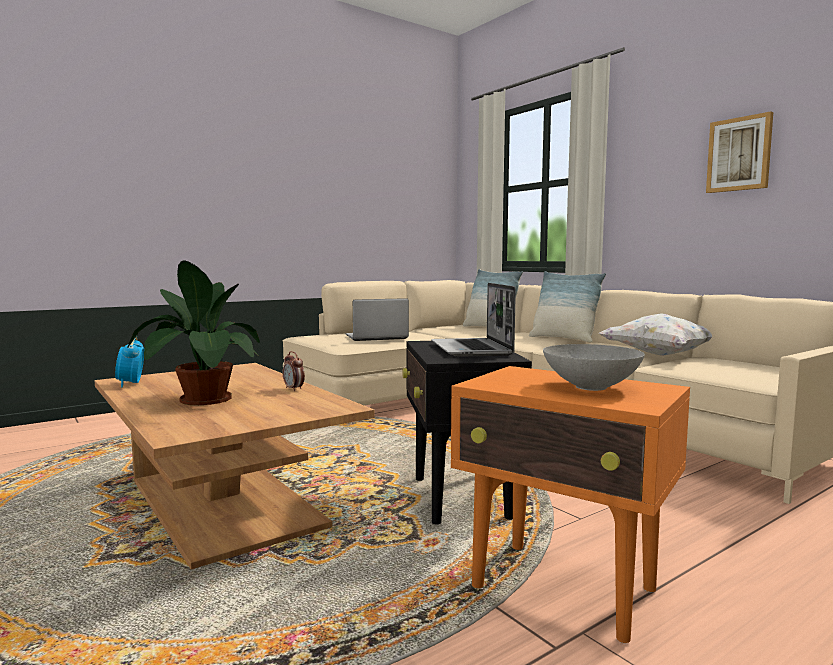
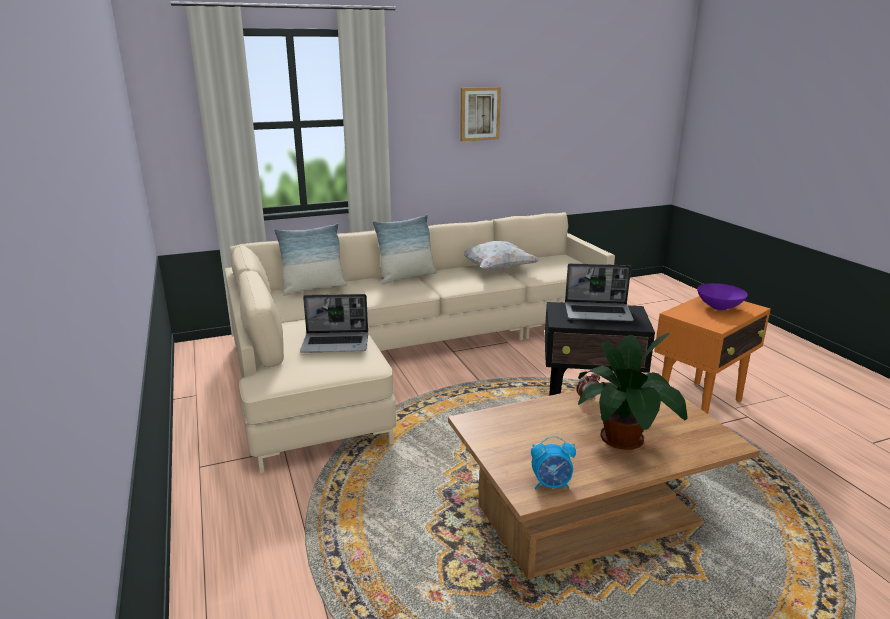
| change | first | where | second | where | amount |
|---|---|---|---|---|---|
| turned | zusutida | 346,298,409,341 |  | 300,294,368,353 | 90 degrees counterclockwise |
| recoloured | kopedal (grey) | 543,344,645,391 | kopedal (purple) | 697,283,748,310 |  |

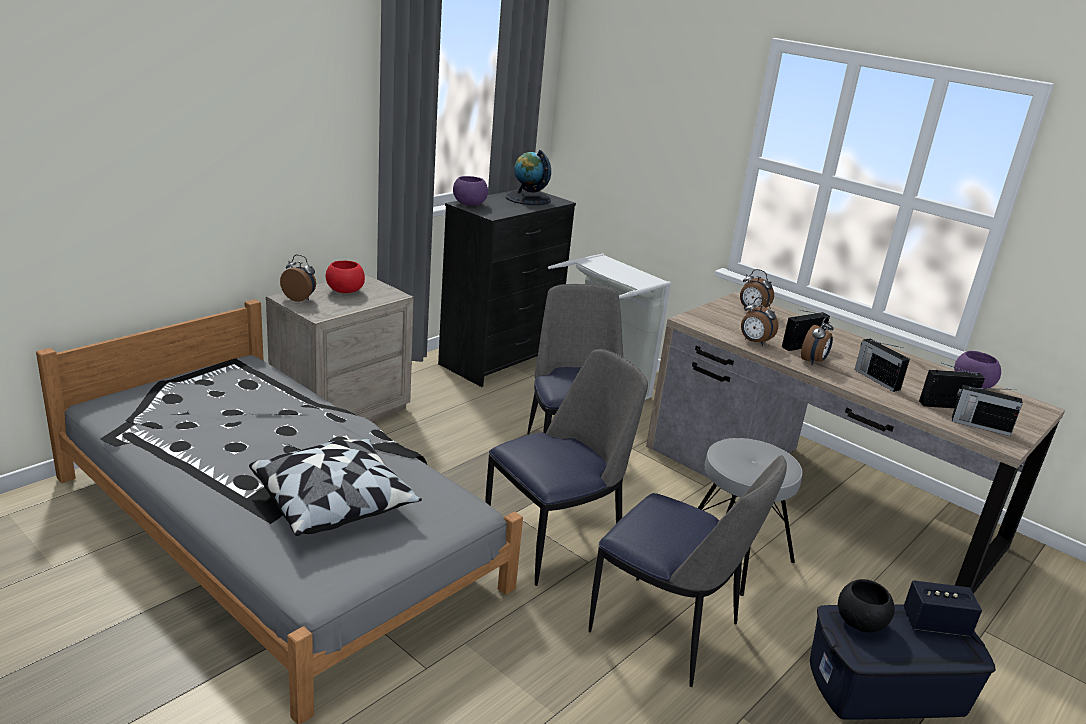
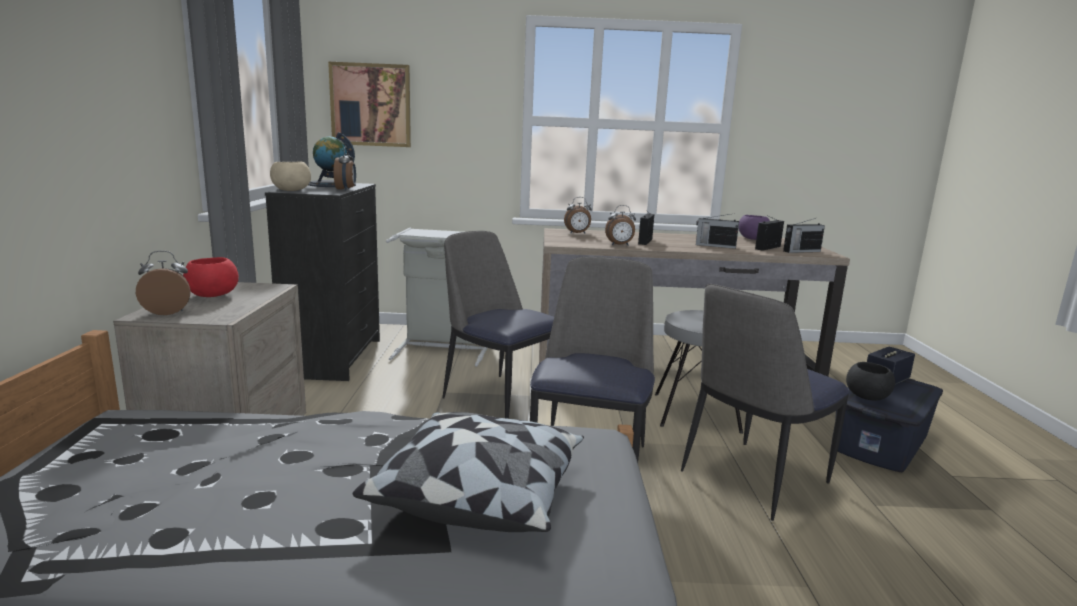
| change | first | where | second | where | amount |
|---|---|---|---|---|---|
| recoloured | kopedal (purple) | 453,176,488,205 | kopedal (beige) | 270,161,311,191 |  |
| added |  |  | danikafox | 328,62,411,147 |  |
| moved | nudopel | 801,316,834,365 |  | 333,147,356,191 |  |
| turned | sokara | 589,455,787,687 |  | 681,284,849,521 | 150 degrees clockwise |

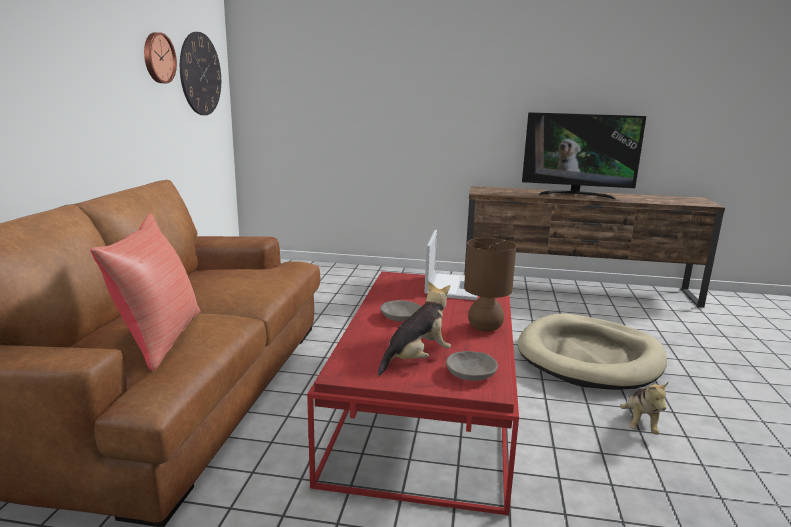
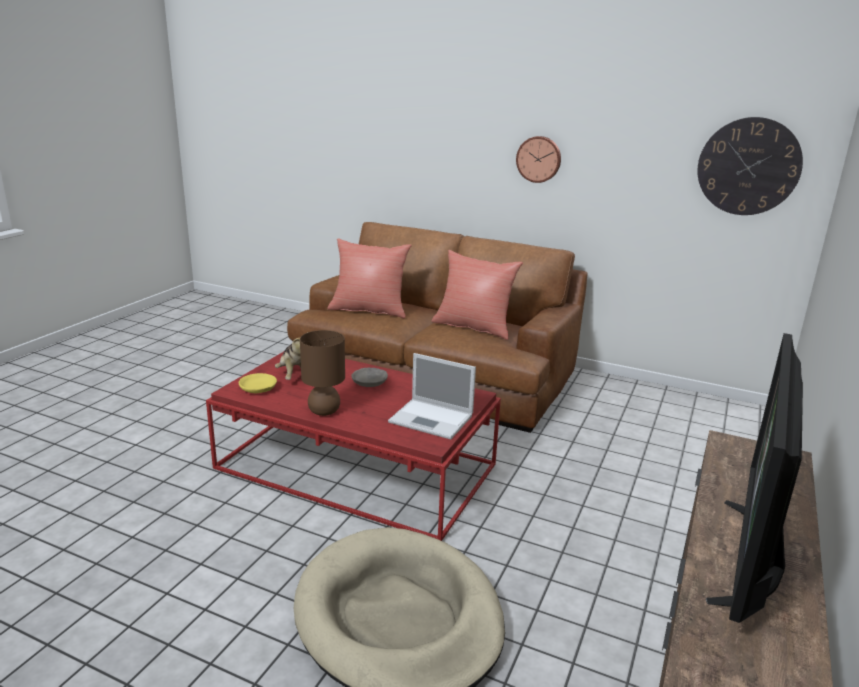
| change | first | where | second | where | amount |
|---|---|---|---|---|---|
| recoloured | kopedal (grey) | 446,351,498,381 | kopedal (yellow) | 239,373,277,393 |  |
| added |  |  | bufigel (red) | 432,250,523,340 |  |
| moved | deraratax | 144,32,177,83 |  | 516,136,561,183 |  |
| removed | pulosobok | 620,381,669,435 |  |  |  |

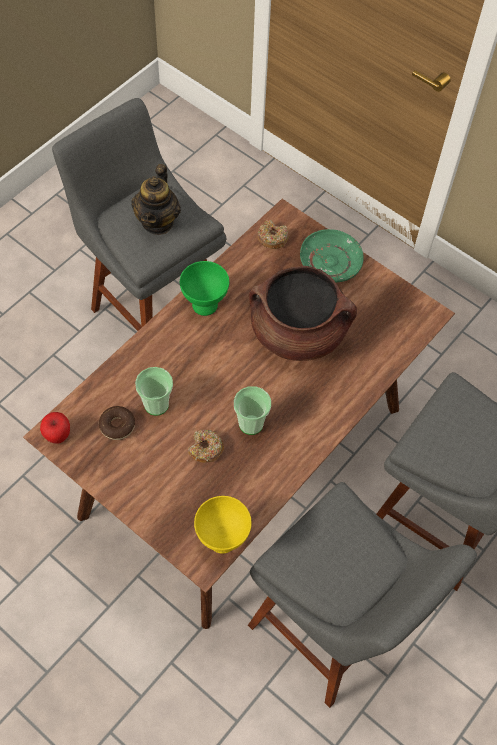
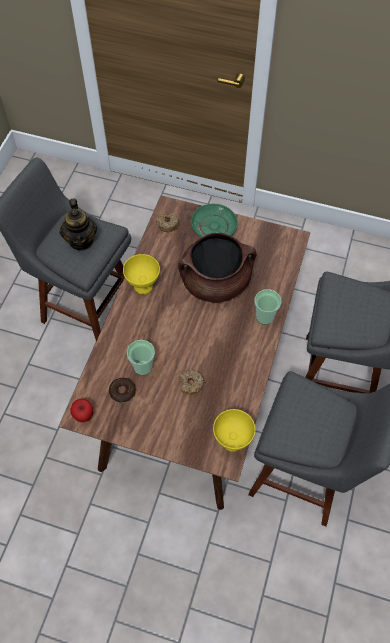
| change | first | where | second | where | amount |
|---|---|---|---|---|---|
| recoloured | kopedal (green) | 180,261,229,316 | kopedal (yellow) | 123,254,160,294 |  |
| moved | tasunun | 234,386,271,435 |  | 254,289,282,325 |  |

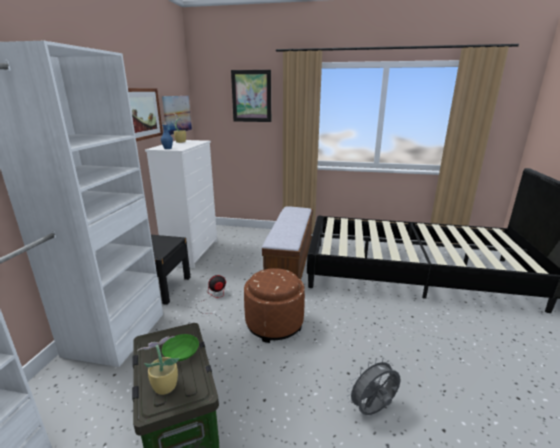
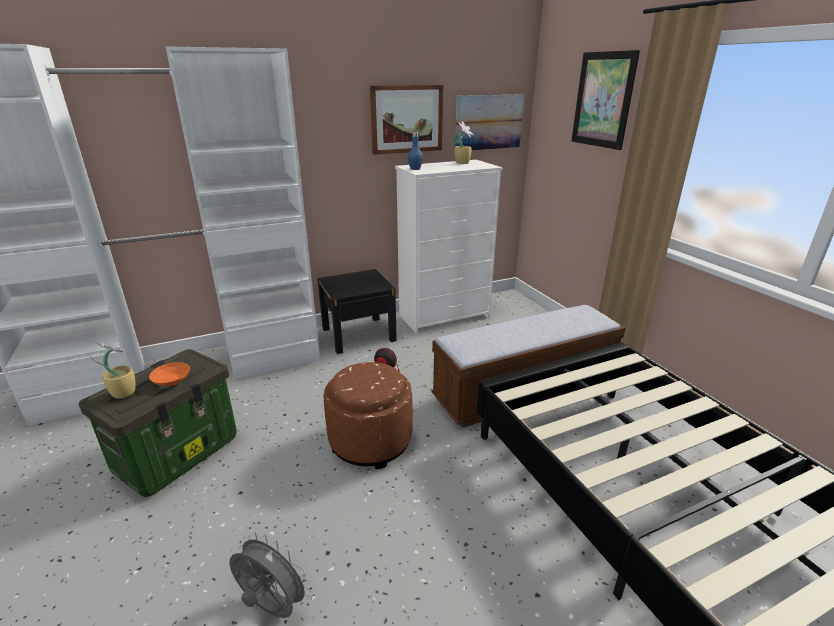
| change | first | where | second | where | amount |
|---|---|---|---|---|---|
| recoloured | kopedal (green) | 162,334,199,361 | kopedal (orange) | 149,362,190,386 |  |

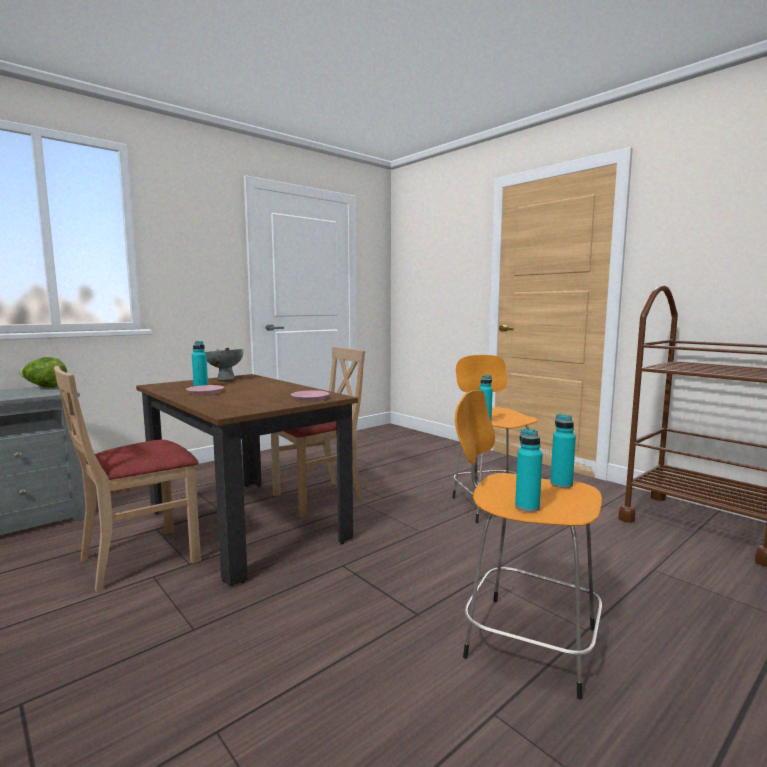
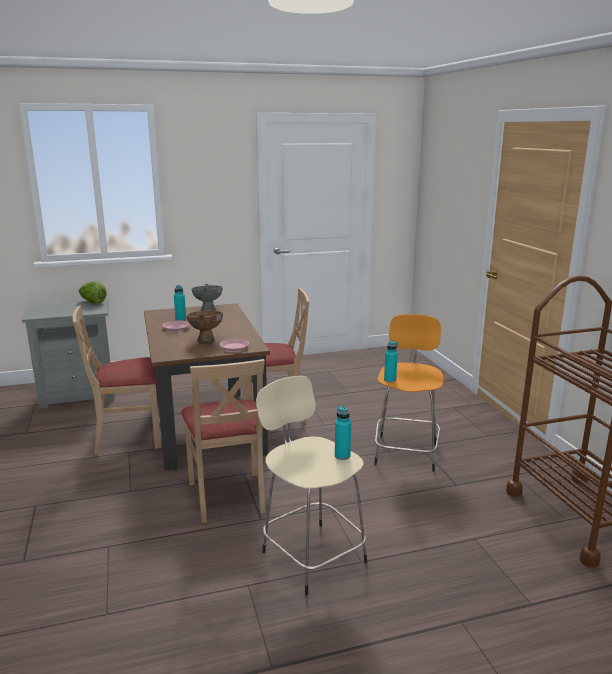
| change | first | where | second | where | amount |
|---|---|---|---|---|---|
| added |  |  | sokara (beige) | 181,359,266,523 |  |
| added |  |  | kopedal (brown) | 187,309,223,342 |  |
| recoloured | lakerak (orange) | 455,390,602,700 | lakerak (beige) | 256,376,367,596 |  |
| removed | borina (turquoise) | 515,429,543,512 |  |  |  |

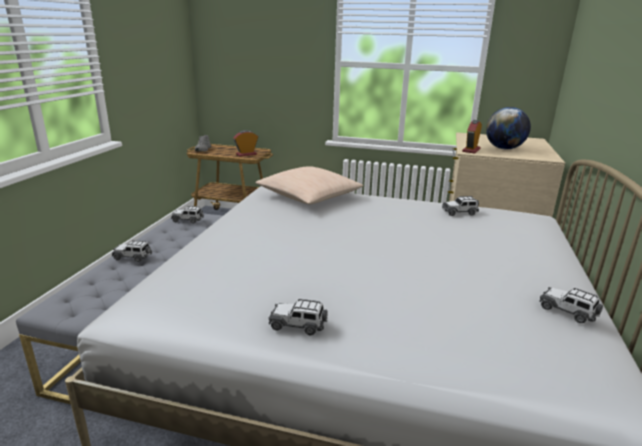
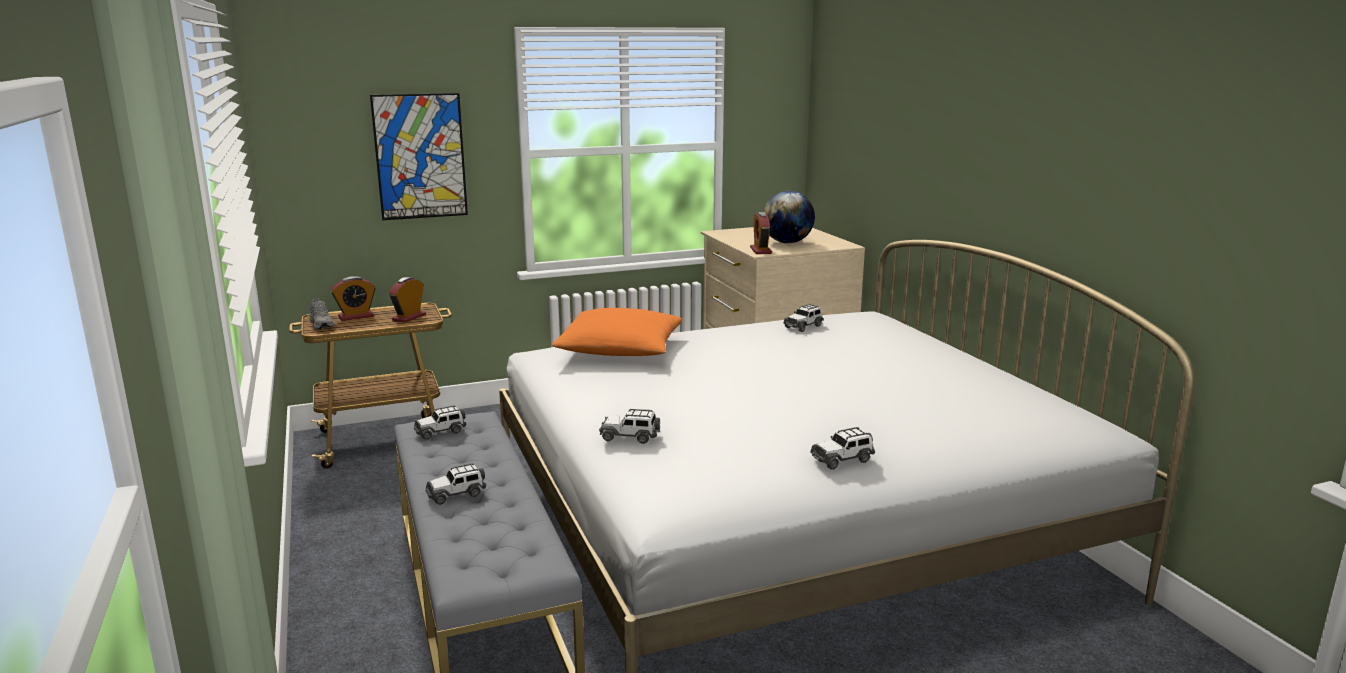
| change | first | where | second | where | amount |
|---|---|---|---|---|---|
| added |  |  | nudopel | 331,276,375,321 |  |
| added |  |  | danikafox | 370,93,468,220 |  |
| recoloured | bufigel (beige) | 255,166,363,204 | bufigel (orange) | 552,308,682,356 |  |
| moved | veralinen | 539,287,603,323 |  | 599,409,660,444 |  |

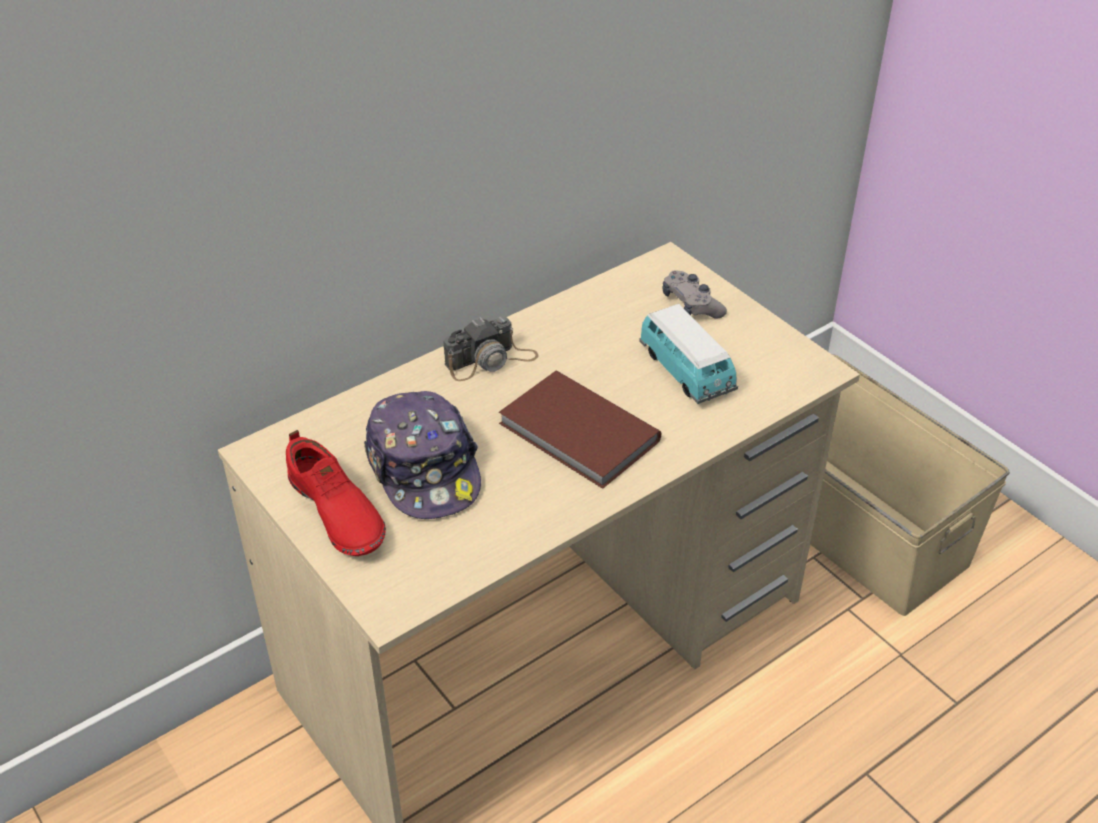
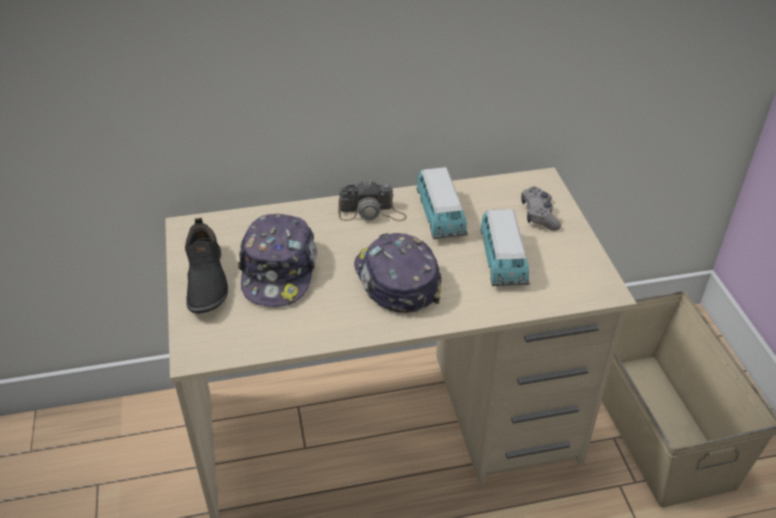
| change | first | where | second | where | amount |
|---|---|---|---|---|---|
| recoloured | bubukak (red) | 286,430,386,556 | bubukak (black) | 185,218,228,314 |  |
| replaced | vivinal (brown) | 499,371,661,489 | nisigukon | 354,233,441,313 |  |
| added |  |  | veralinen | 417,167,468,239 |  |

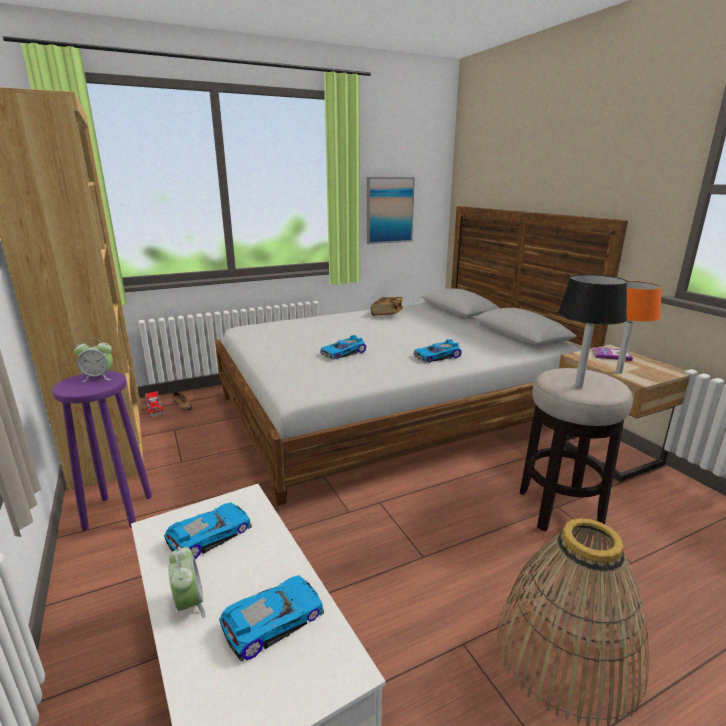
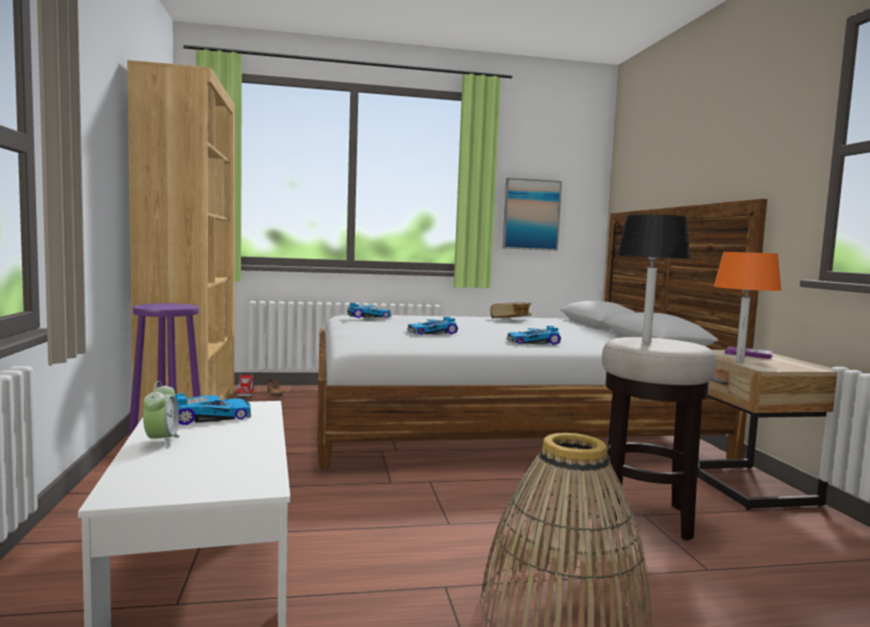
| change | first | where | second | where | amount |
|---|---|---|---|---|---|
| moved | veralinen | 219,575,324,661 |  | 347,303,391,318 |  |
| removed | nudopel | 74,338,113,382 |  |  |  |

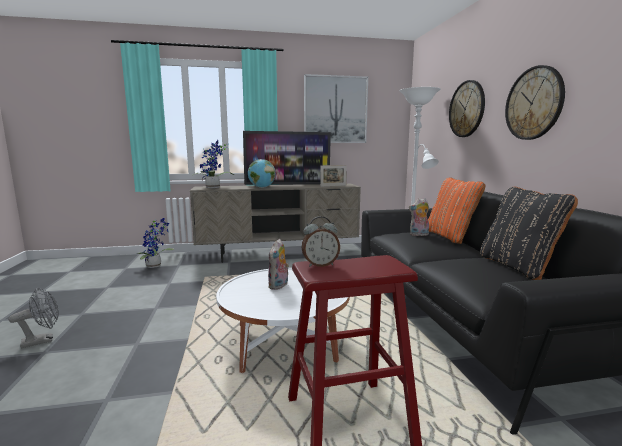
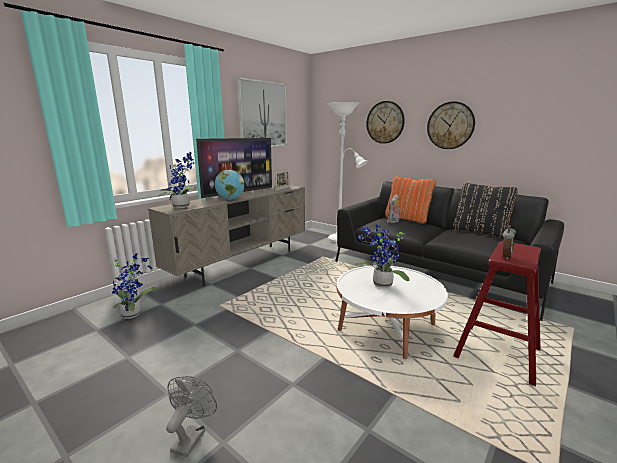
| change | first | where | second | where | amount |
|---|---|---|---|---|---|
| replaced | pulosobok | 268,239,289,290 | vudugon | 355,225,410,288 |  |

